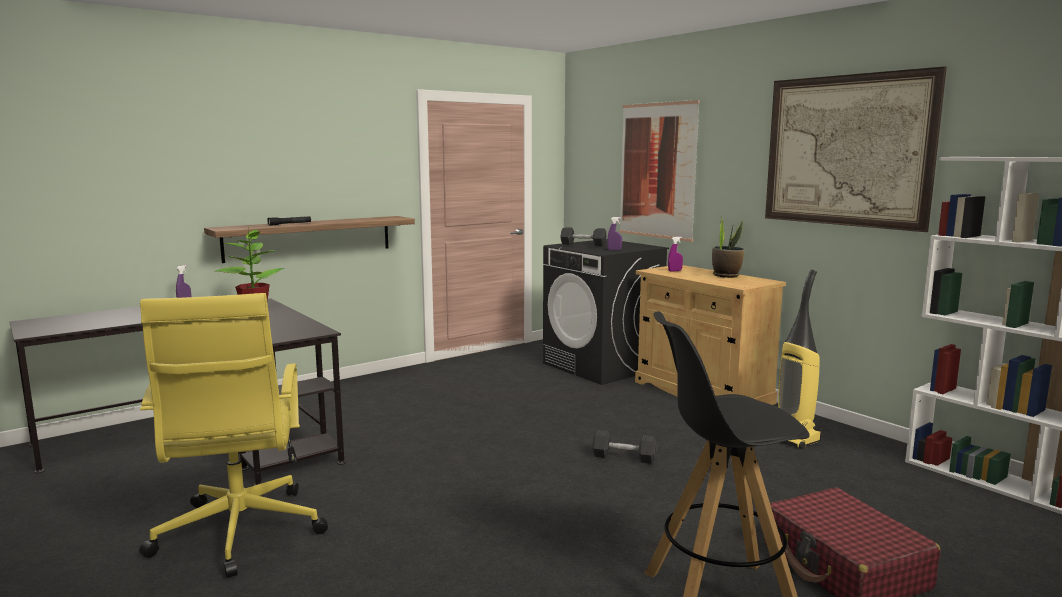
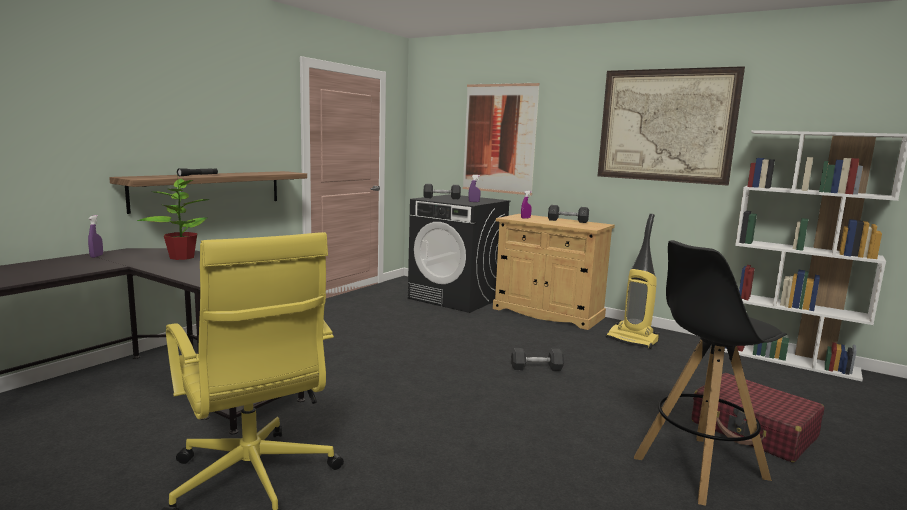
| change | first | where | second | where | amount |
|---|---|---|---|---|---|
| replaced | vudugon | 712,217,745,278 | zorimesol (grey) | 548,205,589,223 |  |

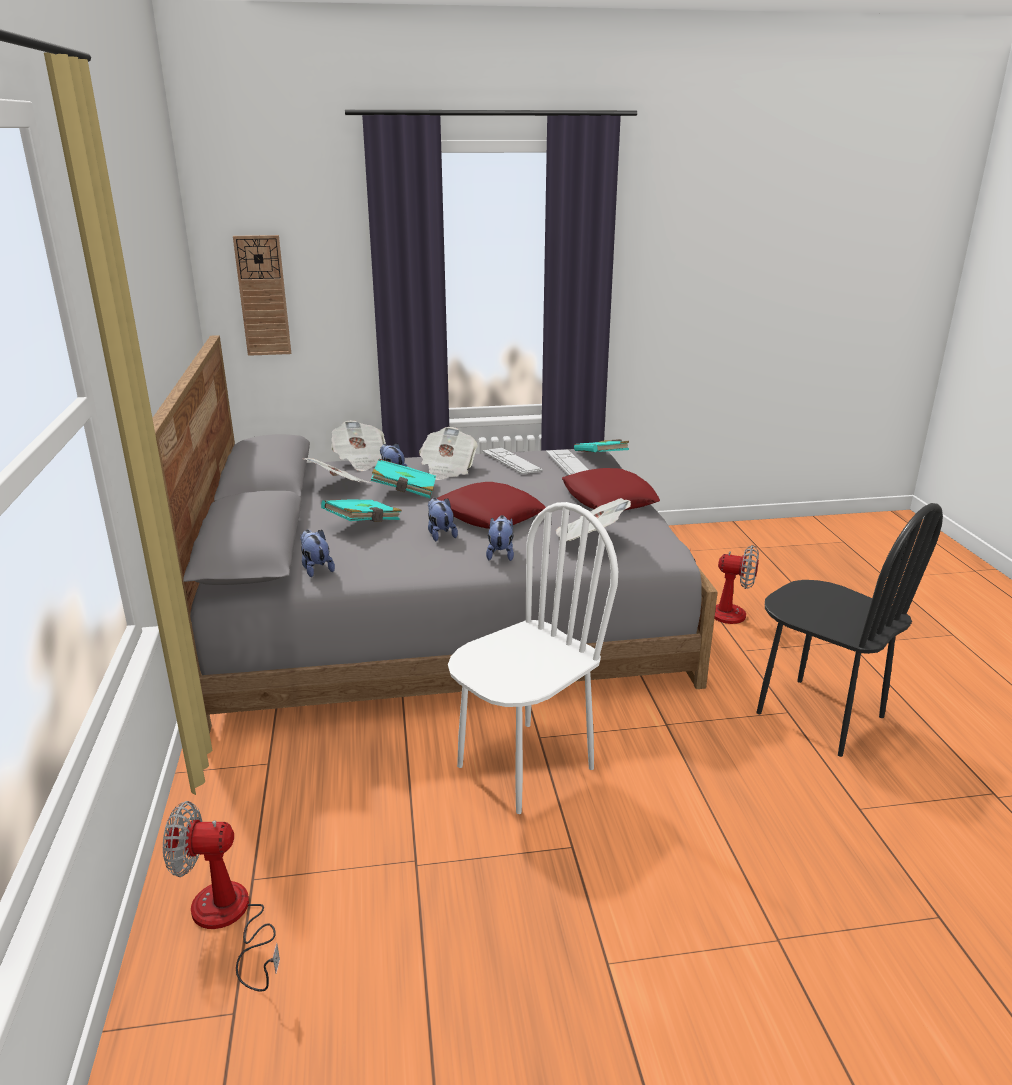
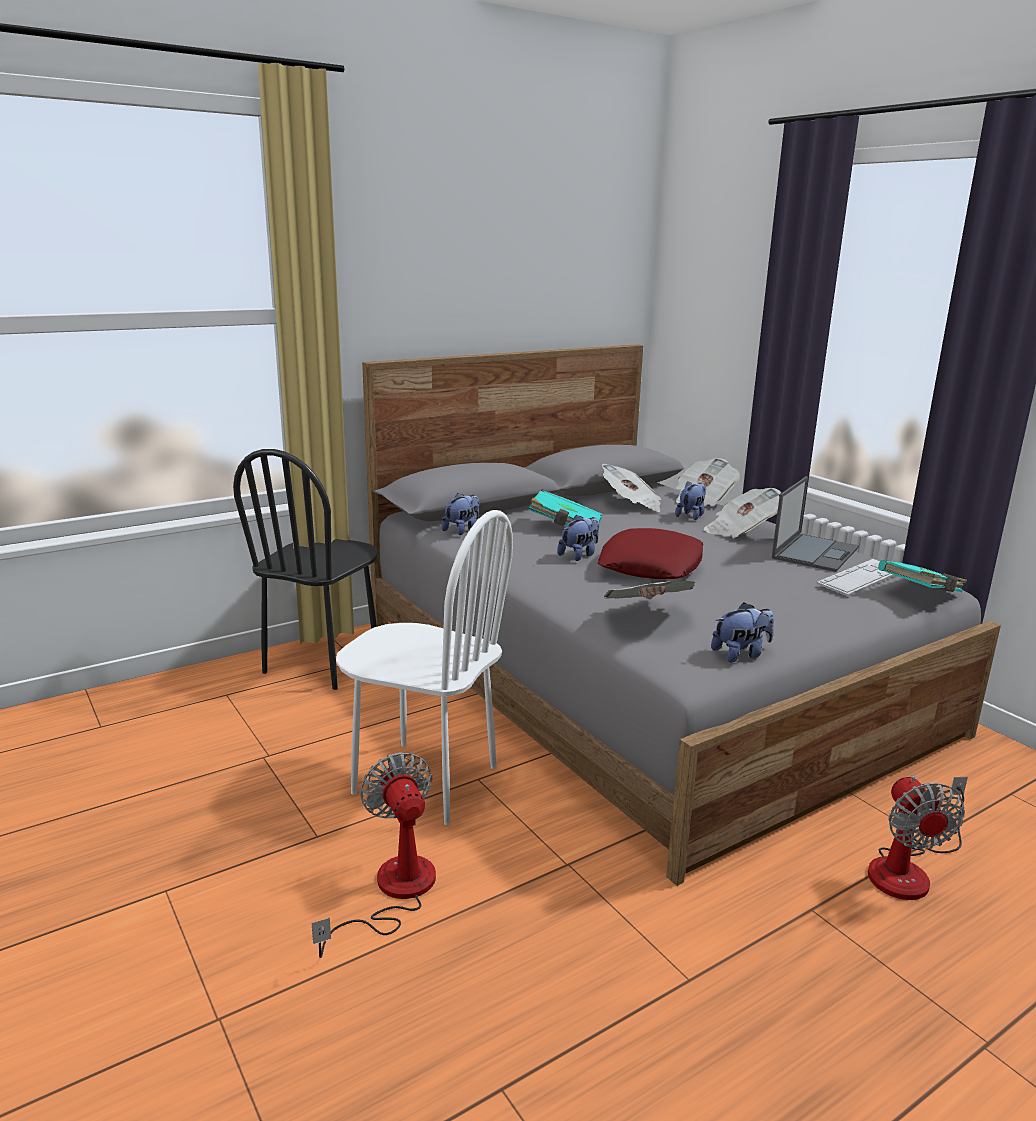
| change | first | where | second | where | amount |
|---|---|---|---|---|---|
| moved | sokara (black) | 757,503,943,757 |  | 233,449,379,690 |  |
| moved | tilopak | 163,801,280,992 |  | 312,752,436,958 |  |
| moved | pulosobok | 486,515,514,561 |  | 711,602,774,662 |  |
| replaced | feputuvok | 482,448,543,474 | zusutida | 772,476,859,572 |  |
| removed | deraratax | 233,235,291,356 |  |  |  |
| removed | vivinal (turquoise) | 371,459,436,498 |  |  |  |
| removed | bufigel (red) | 562,468,660,510 |  |  |  |

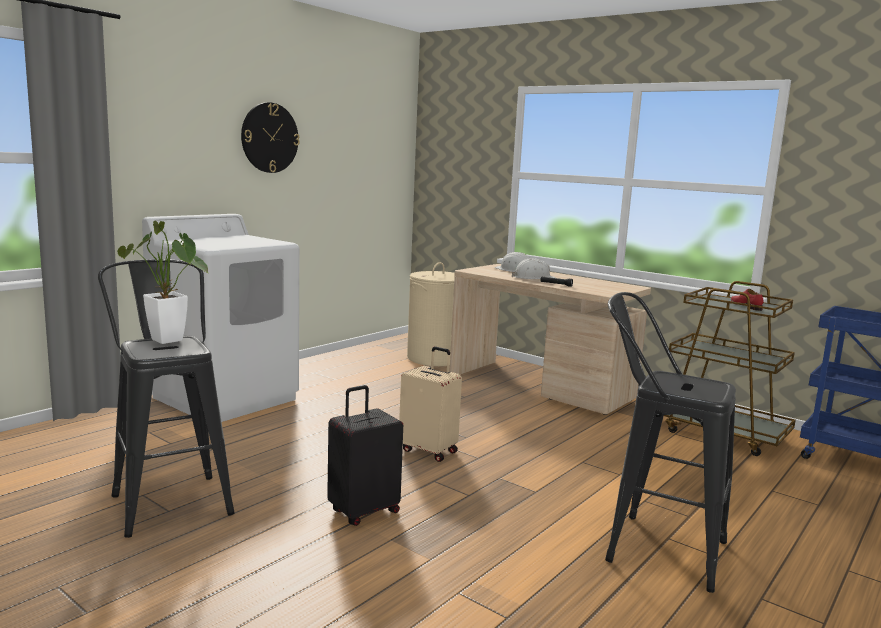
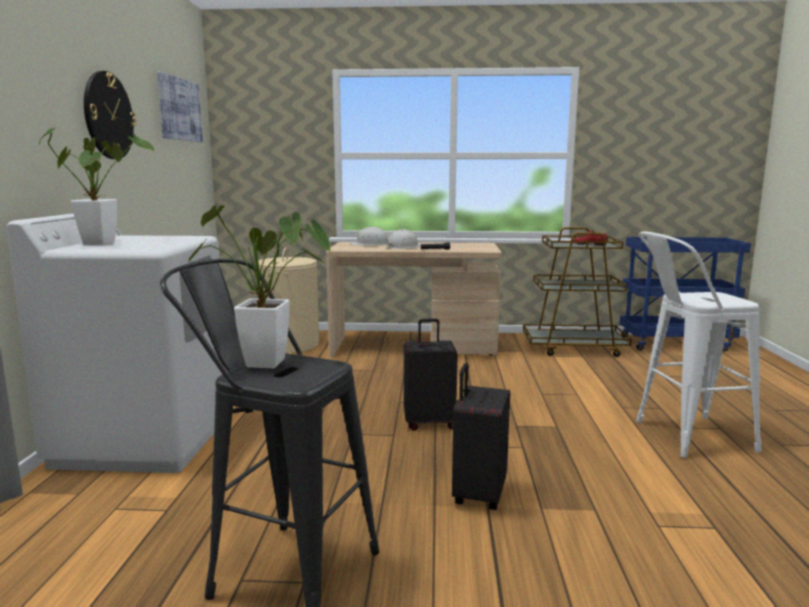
| change | first | where | second | where | amount |
|---|---|---|---|---|---|
| added |  |  | vudugon | 39,128,154,245 |  |
| added |  |  | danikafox | 157,71,203,142 |  |
| recoloured | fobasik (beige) | 399,346,462,462 | fobasik (black) | 404,319,458,430 |  |
| recoloured | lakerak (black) | 605,292,736,593 | lakerak (white) | 636,231,762,458 |  |

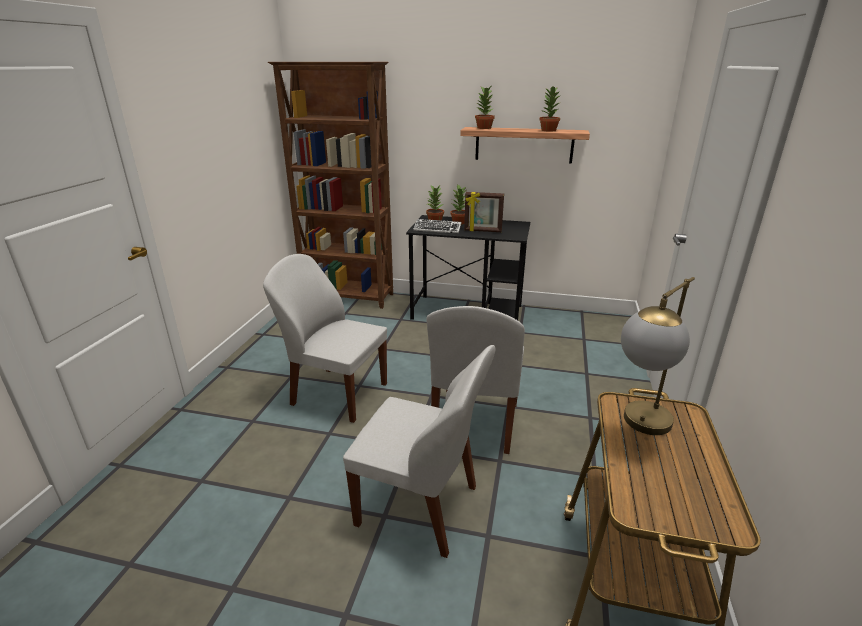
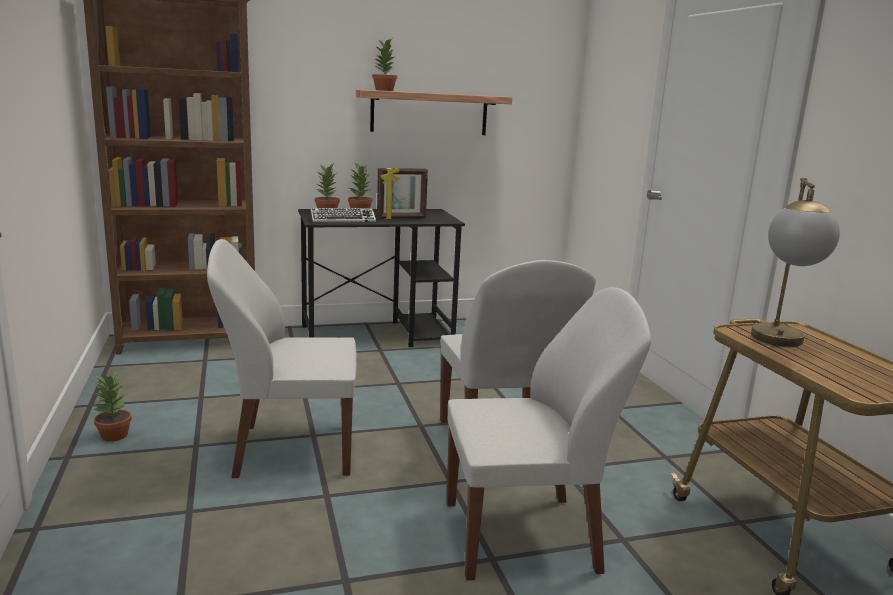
| change | first | where | second | where | amount |
|---|---|---|---|---|---|
| moved | vudugon | 540,87,560,132 |  | 93,370,132,442 |  |

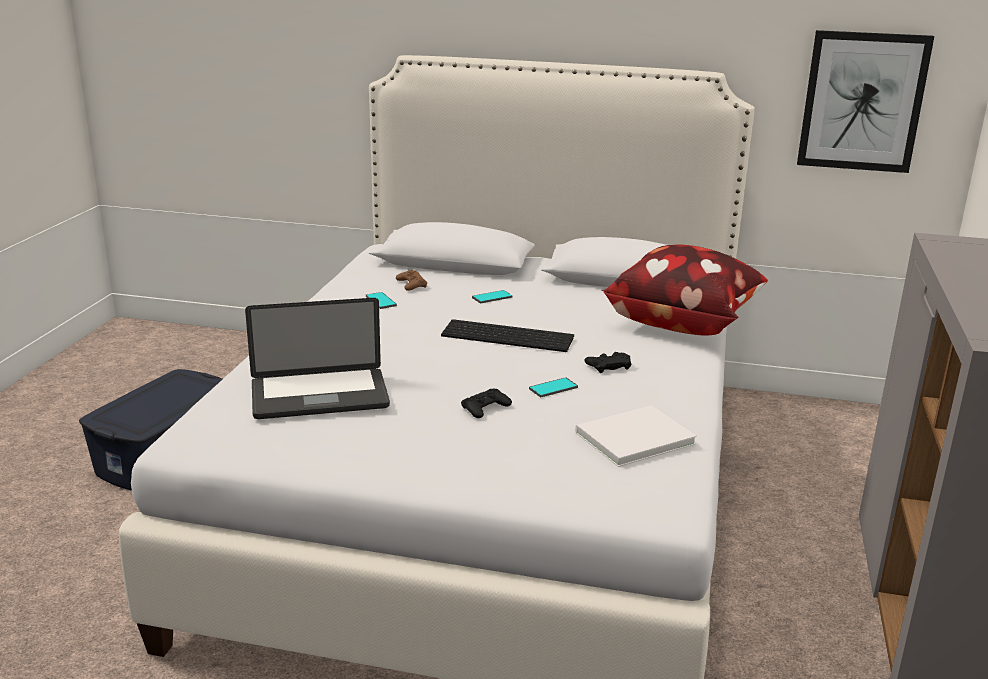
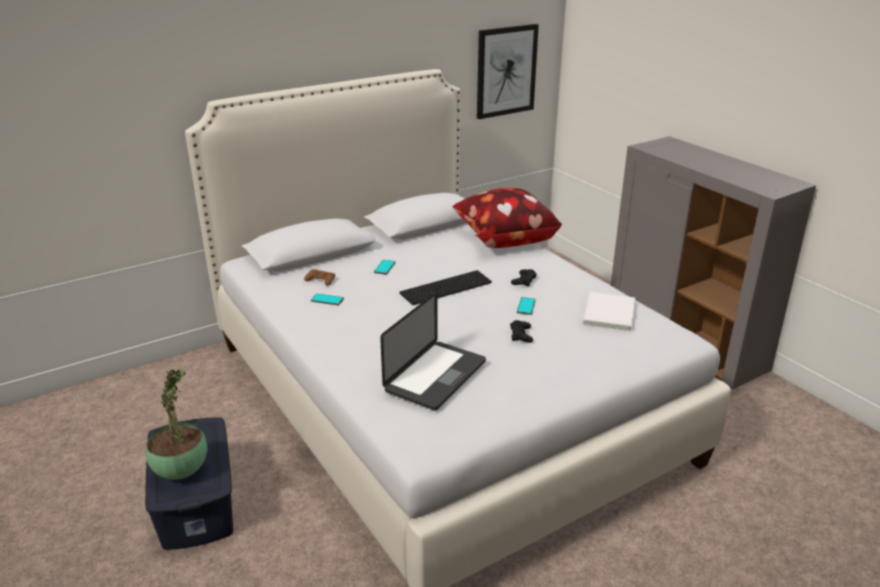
| change | first | where | second | where | amount |
|---|---|---|---|---|---|
| added |  |  | vudugon | 145,369,207,480 |  |

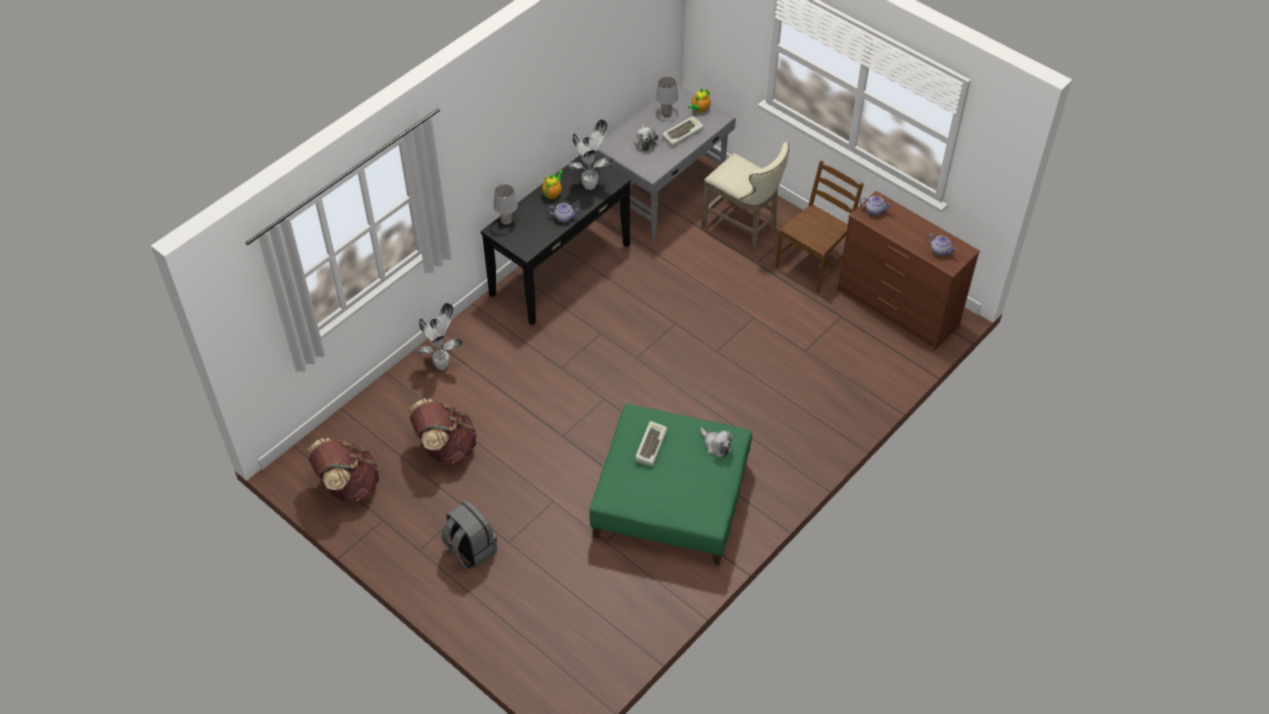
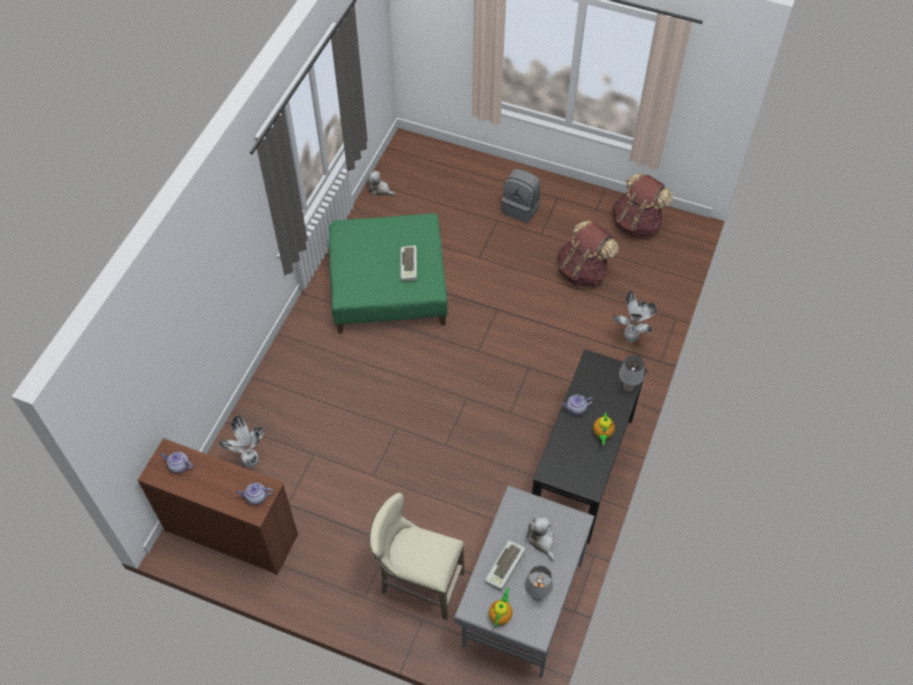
| change | first | where | second | where | amount |
|---|---|---|---|---|---|
| moved | vudugon | 567,120,613,190 |  | 219,416,264,468 |  |
| moved | pulosobok | 700,428,734,457 |  | 367,171,396,196 |  |
| removed | sokara (brown) | 775,160,864,293 |  |  |  |

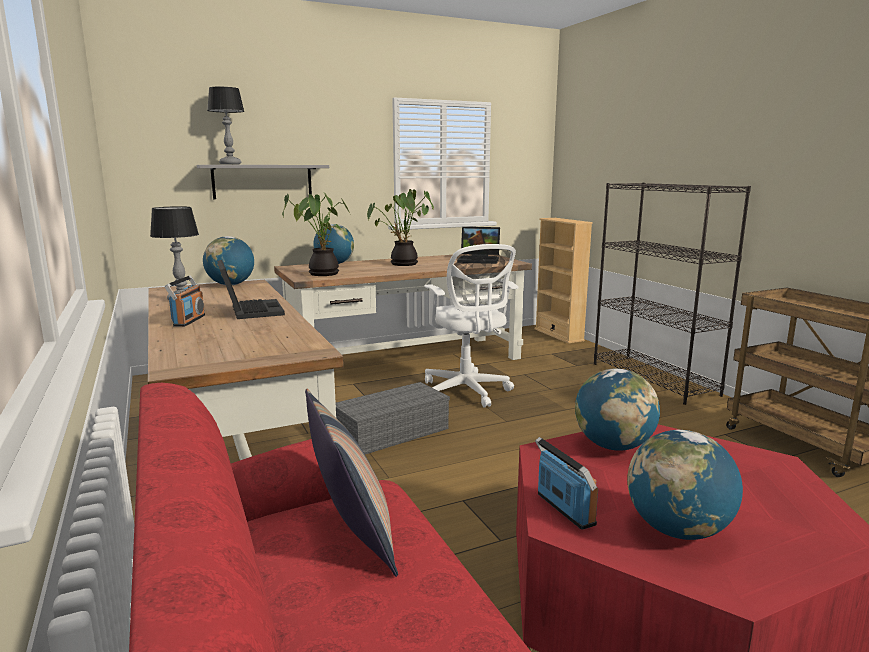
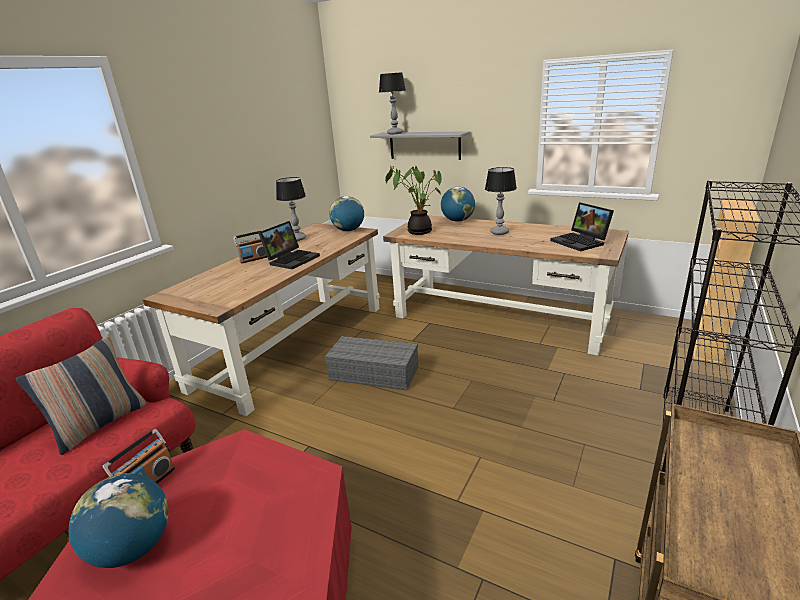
| change | first | where | second | where | amount |
|---|---|---|---|---|---|
| replaced | vudugon | 367,189,434,266 | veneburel | 485,167,517,235 |  |
| removed | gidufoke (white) | 424,244,518,408 |  |  |  |
| removed | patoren | 575,369,660,451 |  |  |  |

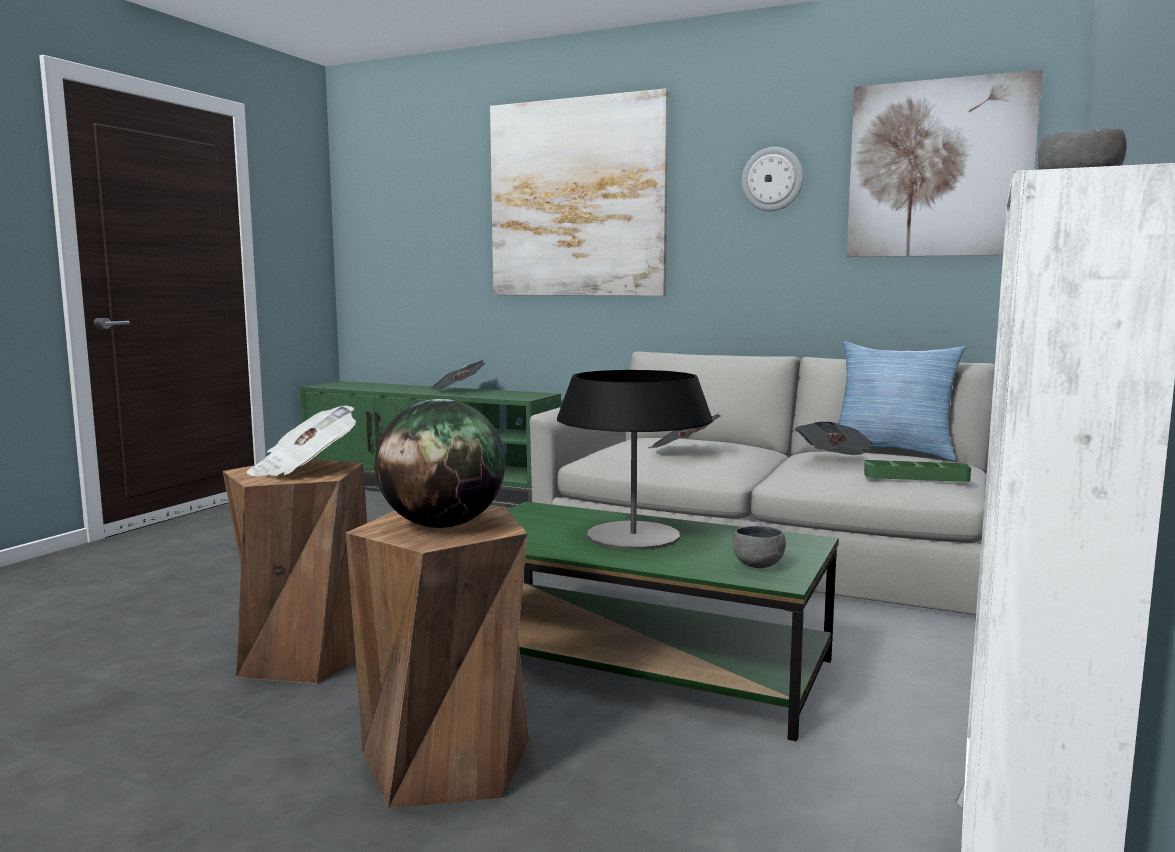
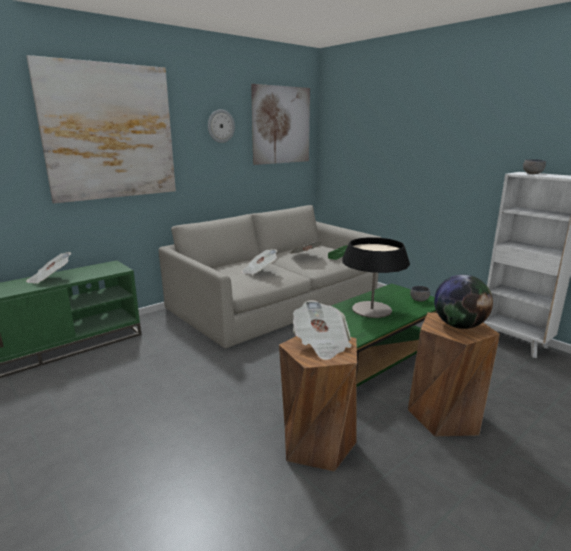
| change | first | where | second | where | amount |
|---|---|---|---|---|---|
| removed | bufigel | 838,341,966,461 |  |  |  |

